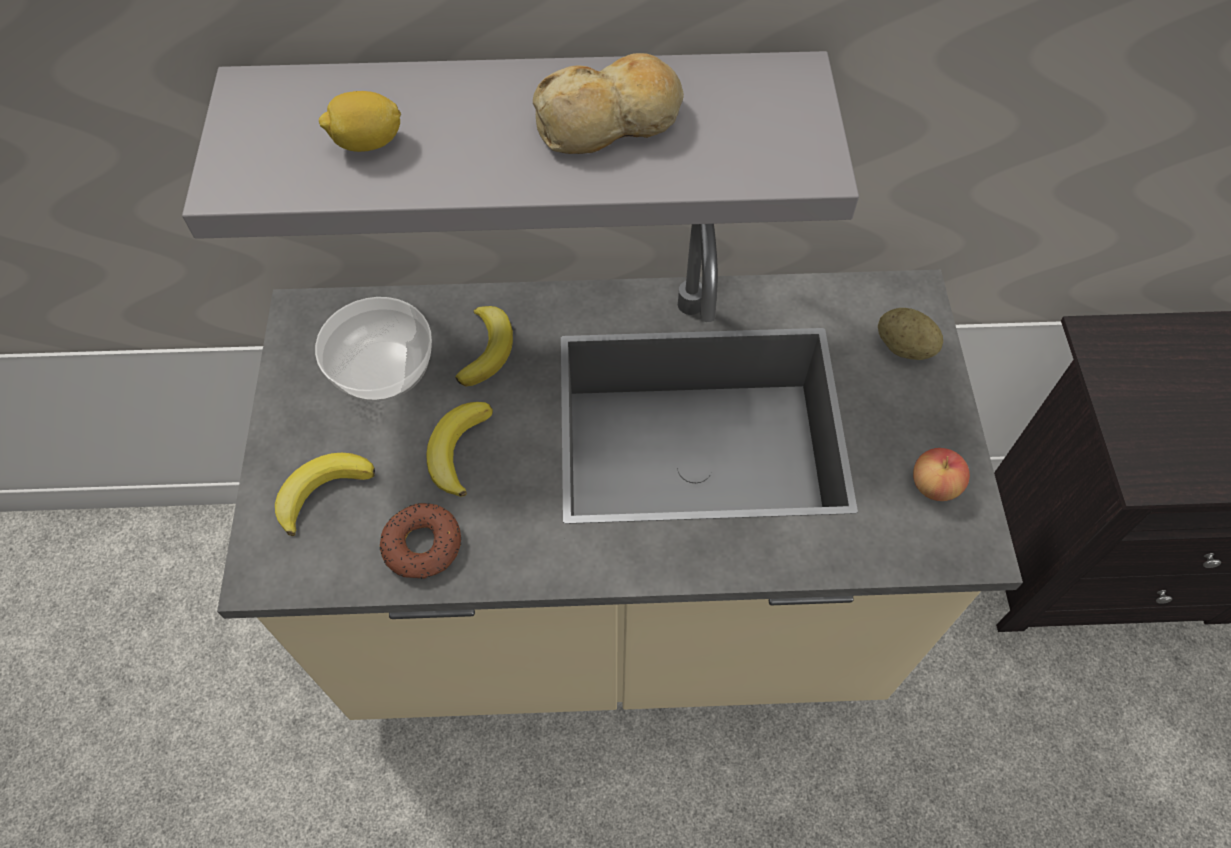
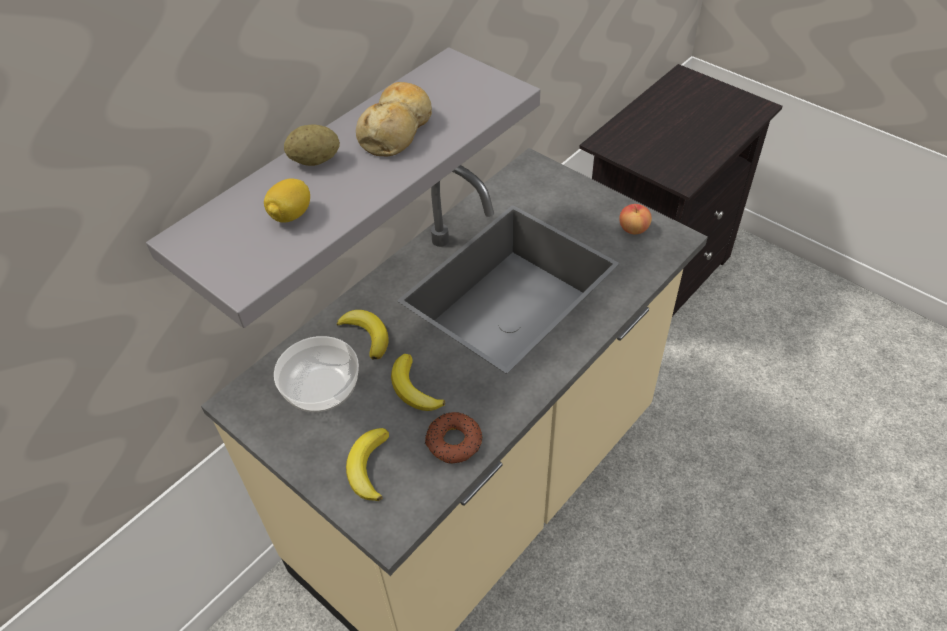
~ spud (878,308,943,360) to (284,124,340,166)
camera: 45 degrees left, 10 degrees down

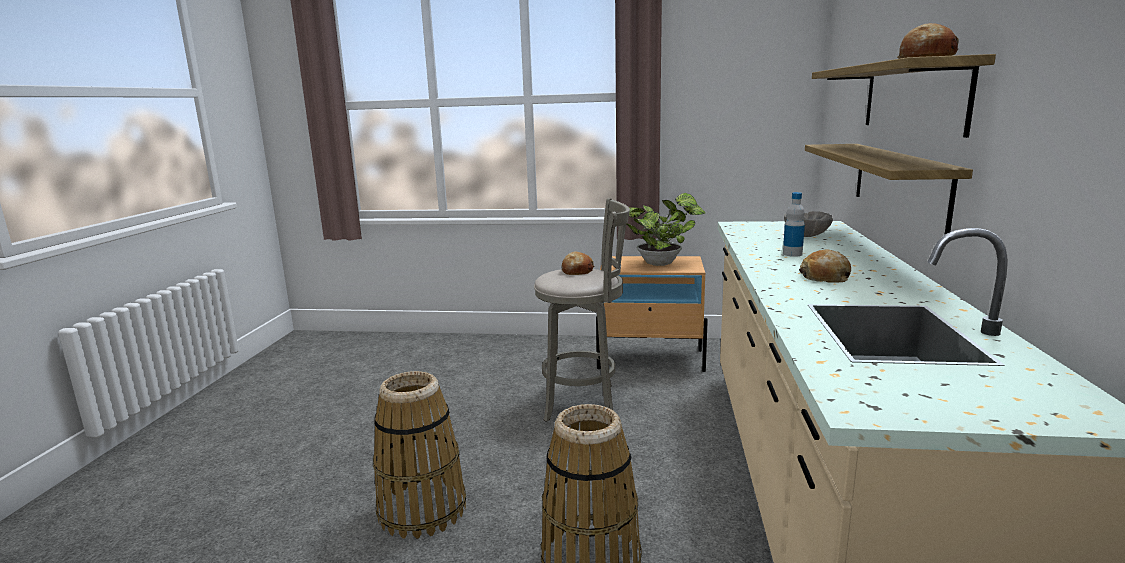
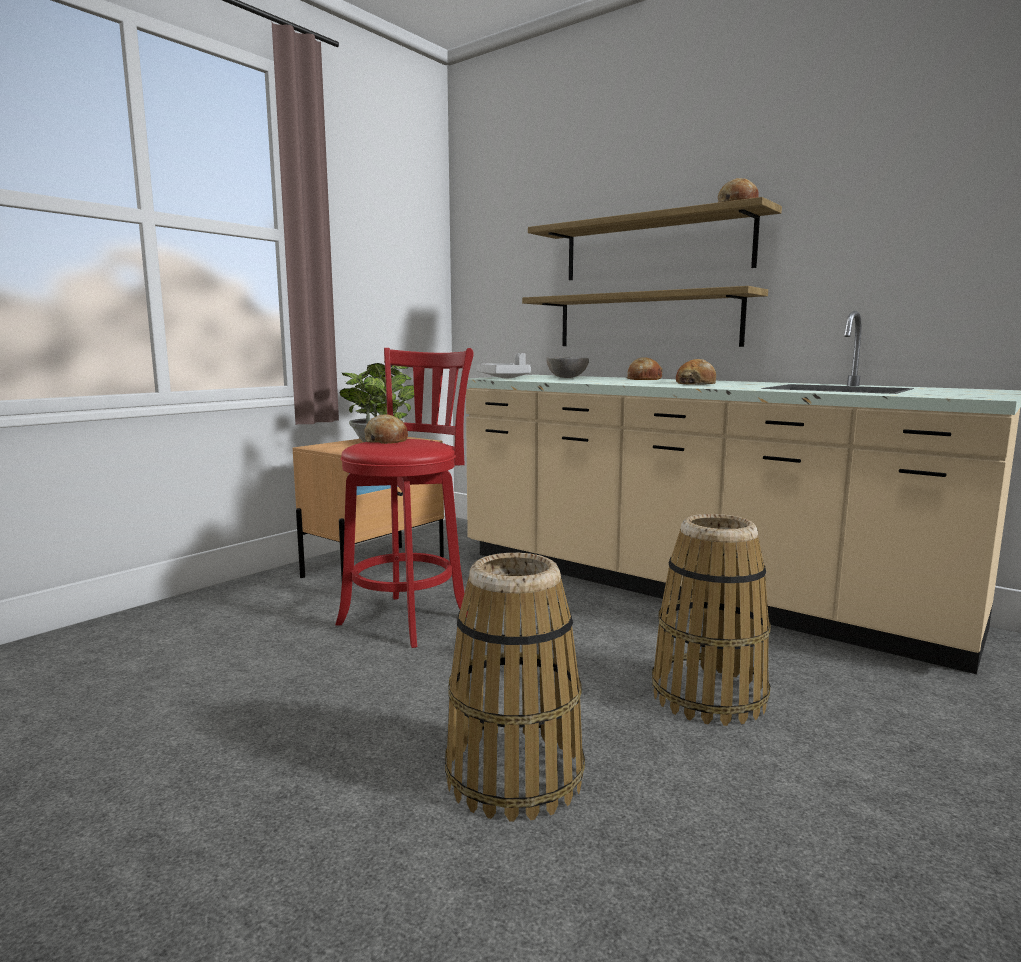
~ grey stool seat (534,198,630,422) to reddish stool seat (336,348,474,648)
+ grey tray (476,353,531,378)
+ baked bread (626,357,663,380)
- drink bottle (783,192,805,257)
camera: 60 degrees left, 5 degrees down

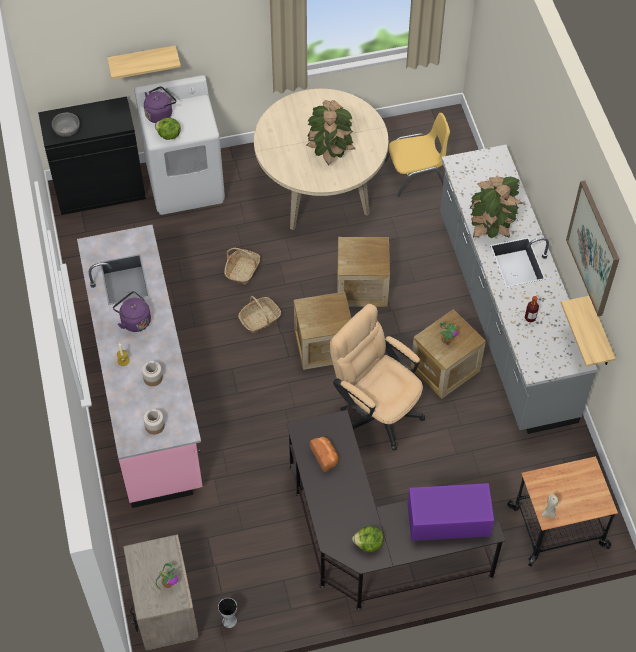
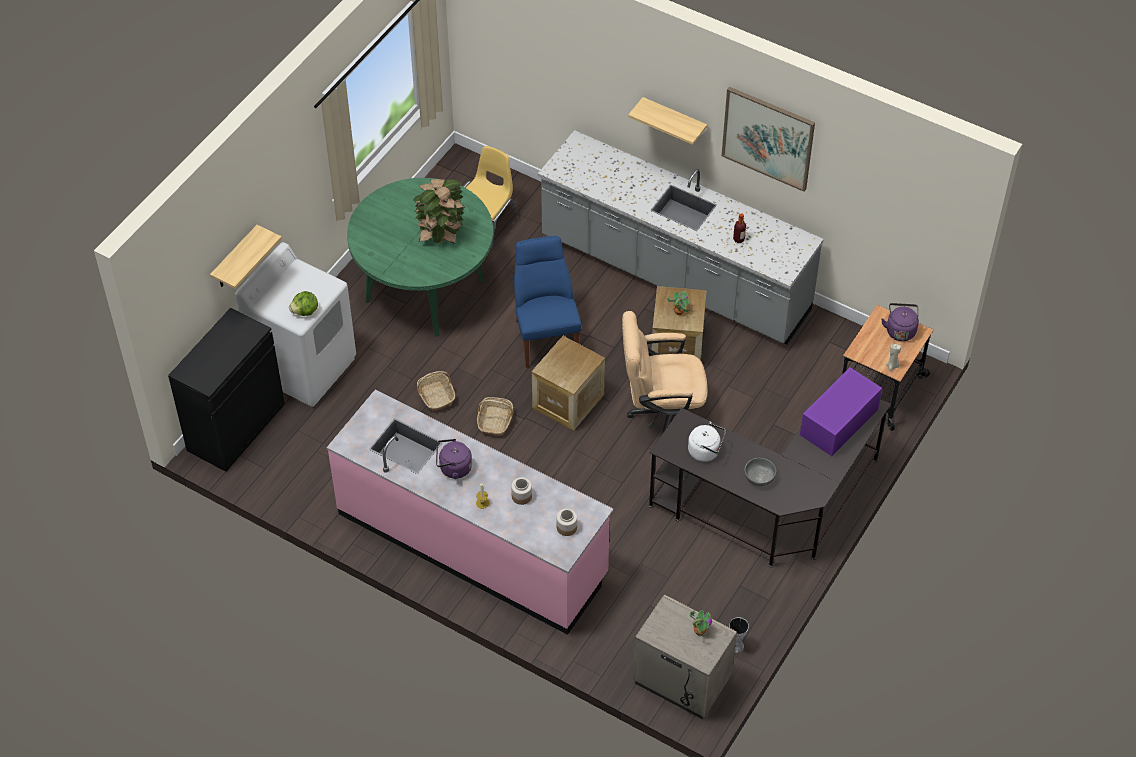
~ sand-coloured dinner table (254,89,388,231) to green-coloured dinner table (347,178,493,337)
~ packing crate (338,237,390,307) to blue upright chair (514,236,581,368)
~ shelf (561,296,616,367) to (628,97,707,145)
~ baked bread (310,437,339,472) to whitish water kettle (688,422,726,462)
~ grey bowl (52,112,80,137) to (744,458,777,487)
~ purple water kettle (144,86,176,123) to (881,303,919,341)
- head of lettuce (352,526,384,552)
- plant in a pot (469,177,522,238)
camera: 45 degrees left, 5 degrees down

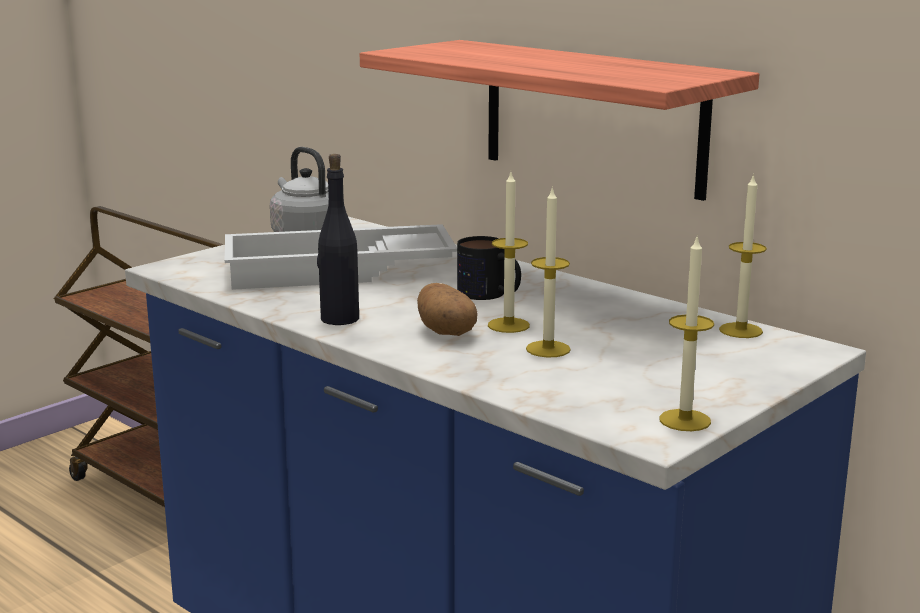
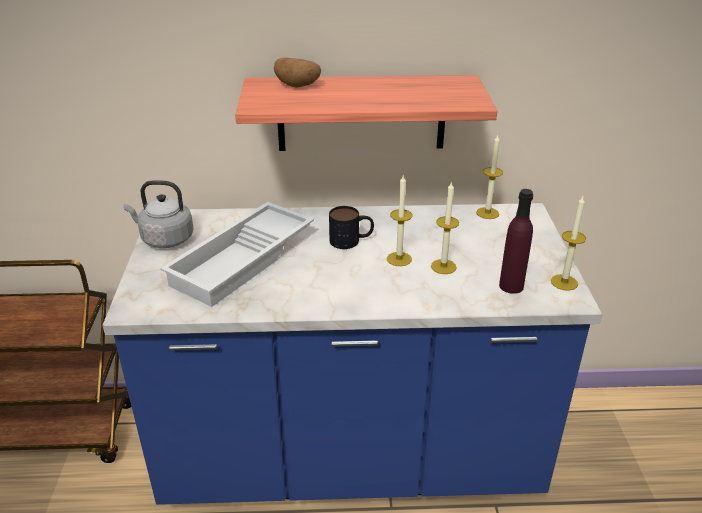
~ spud (417,283,478,336) to (274,57,321,88)
+ purple drink bottle (499,189,533,294)
- blackish drink bottle (317,154,359,325)
camera: 45 degrees left, 15 degrees up

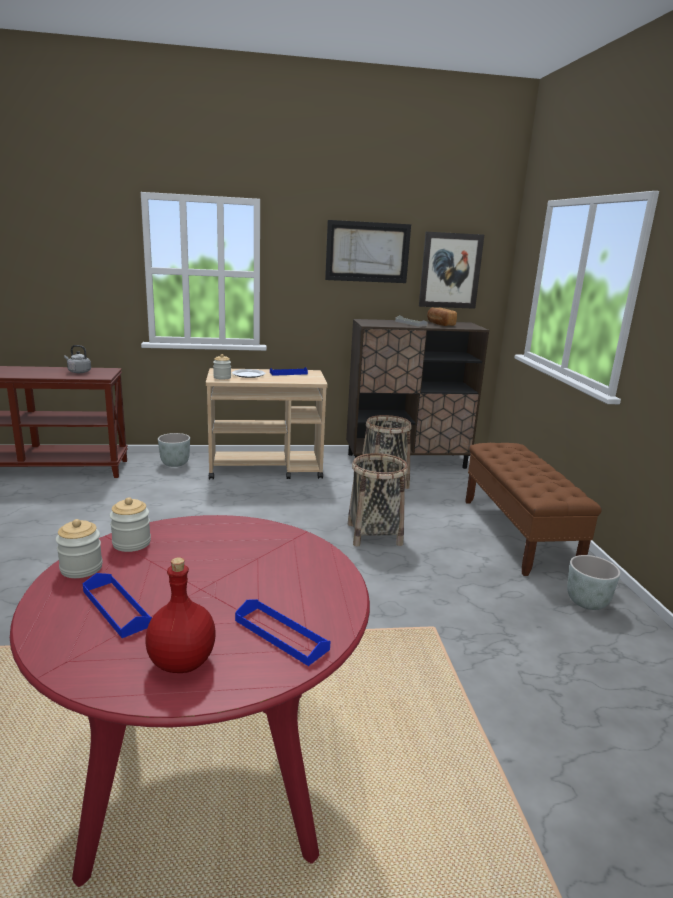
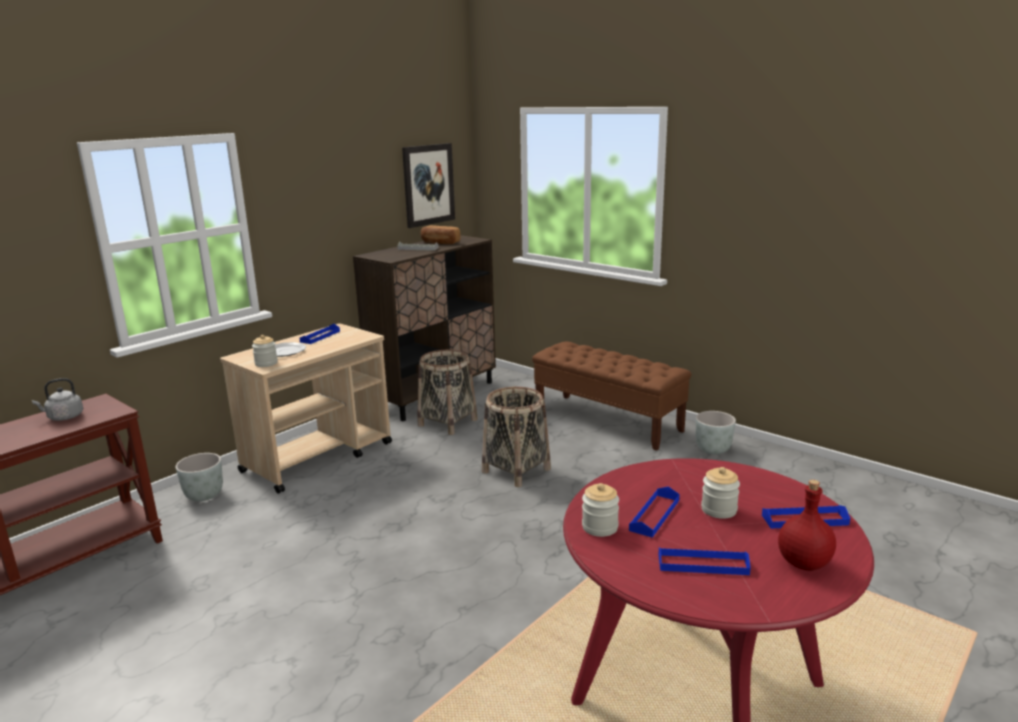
+ blue tray (629,487,680,538)
~ storage jar (56,519,103,578) to (701,467,740,519)
- wall art (325,220,411,283)
camera: 40 degrees left, 0 degrees up

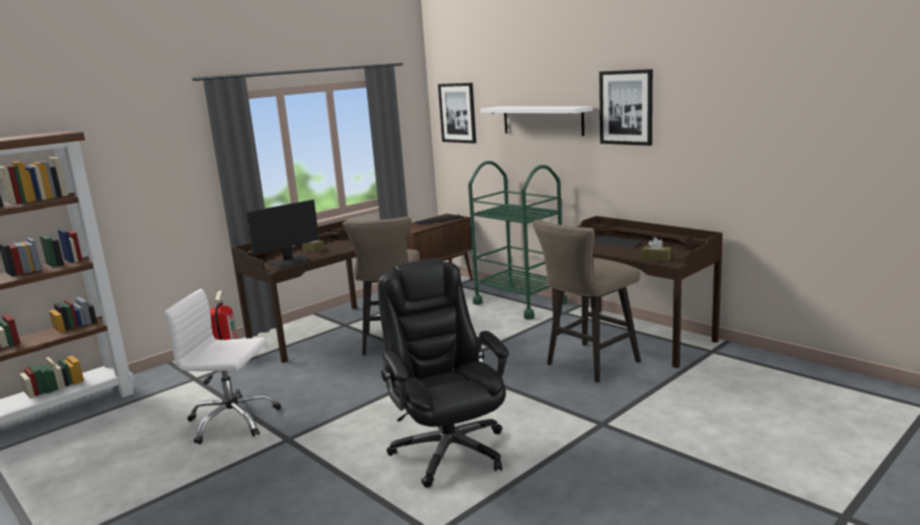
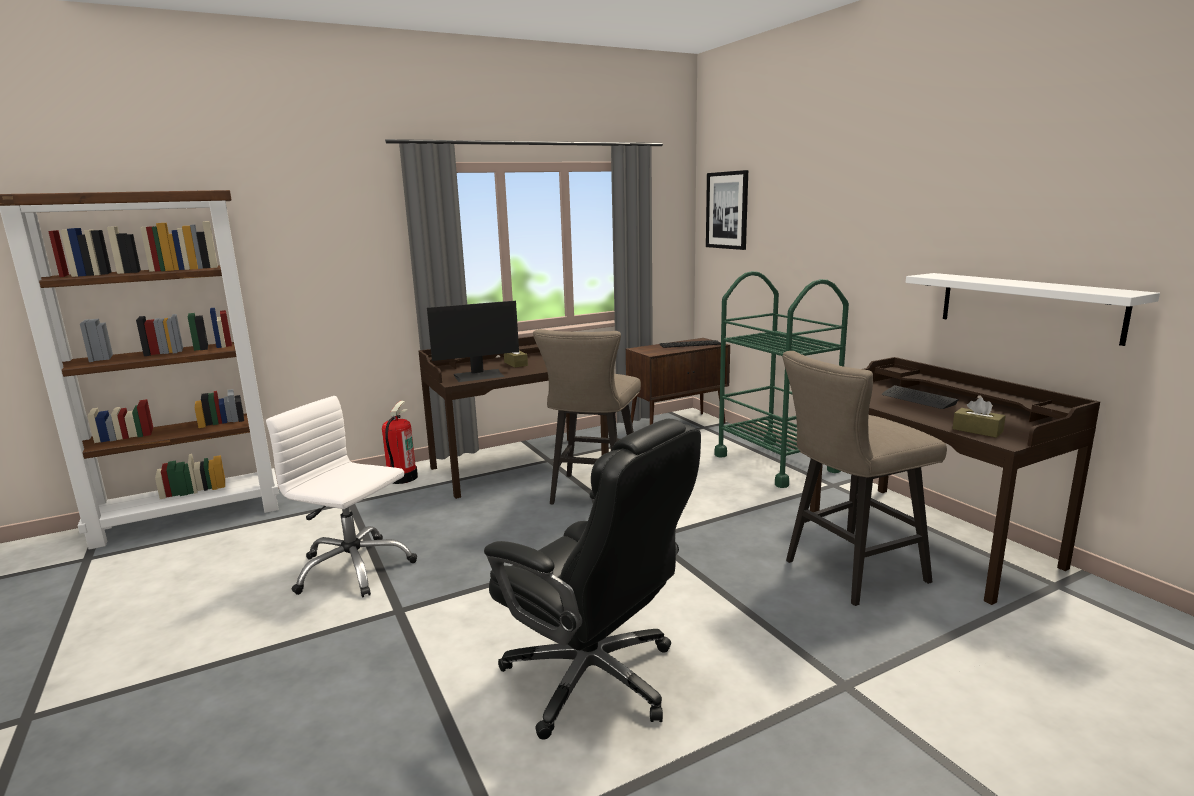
~ blackish office chair (378,258,509,488) = (484,419,701,740) 135 degrees clockwise
~ whitish shelf (480,106,593,136) to (906,273,1160,346)
- wall art (599,69,653,146)
camera: 15 degrees right, 0 degrees up

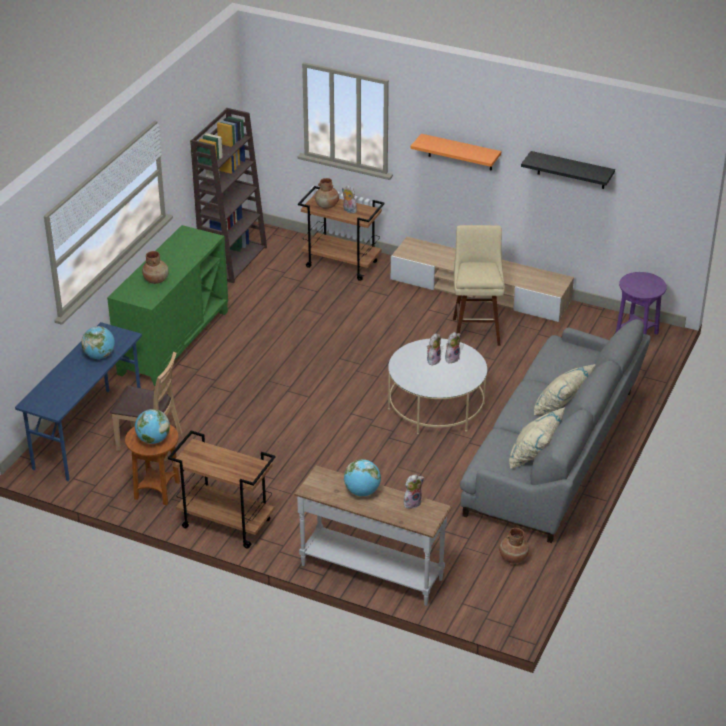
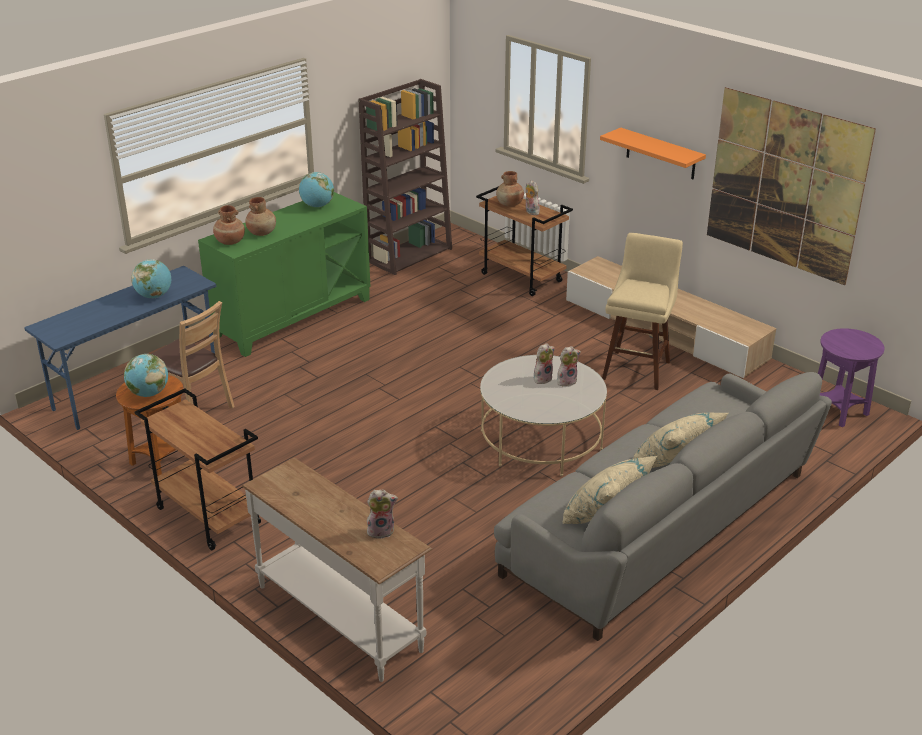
~ brownish decorative vase (499,528,529,564) to (213,205,245,245)
~ desk globe (344,459,381,496) to (299,172,334,207)
~ blackish shelf (521,151,615,189) to wall art (707,87,876,285)
camera: 20 degrees right, 5 degrees down

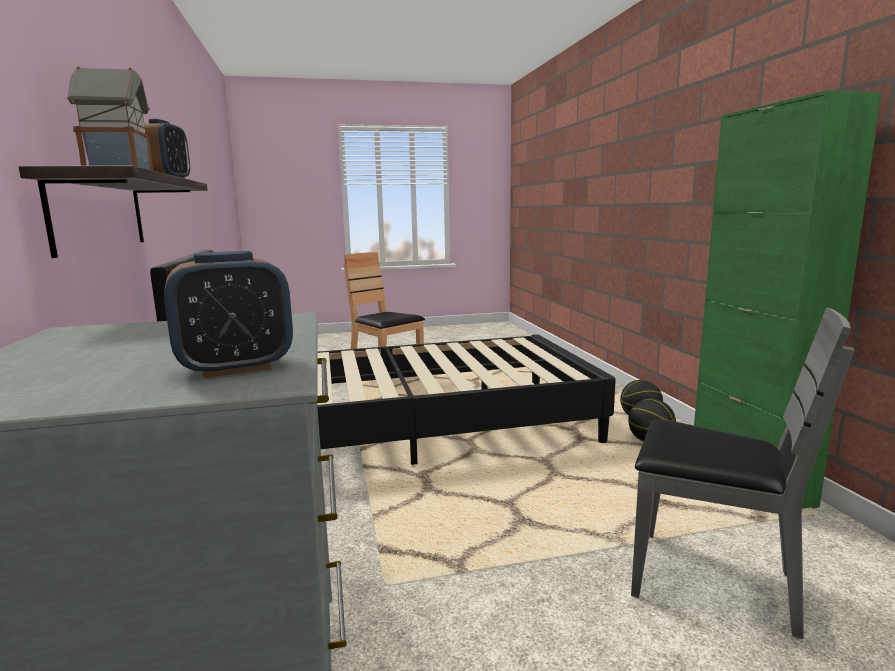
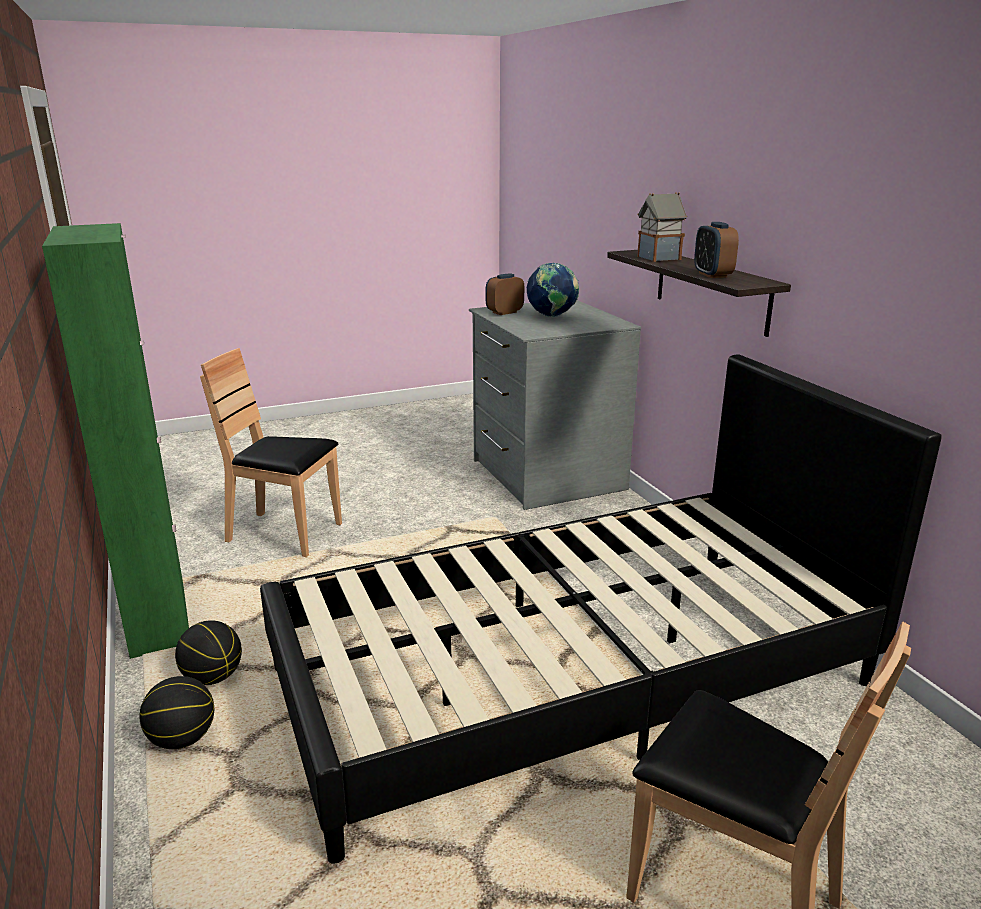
~ grey upright chair (631,307,854,639) to brownish upright chair (200,348,342,557)
+ desk globe (527,263,579,317)
camera: 170 degrees right, 10 degrees up

